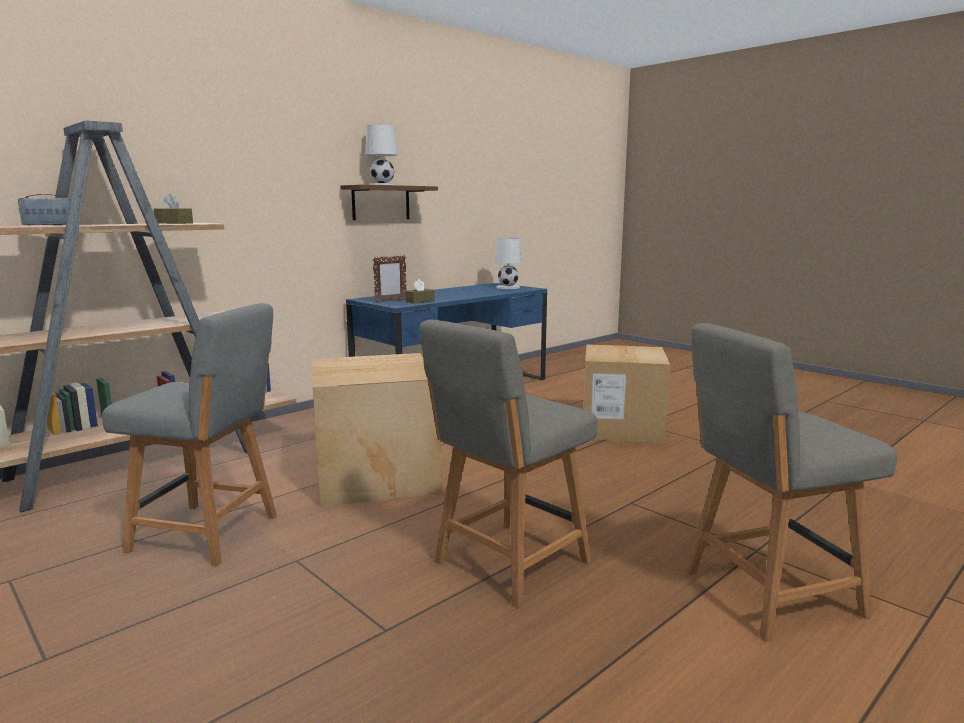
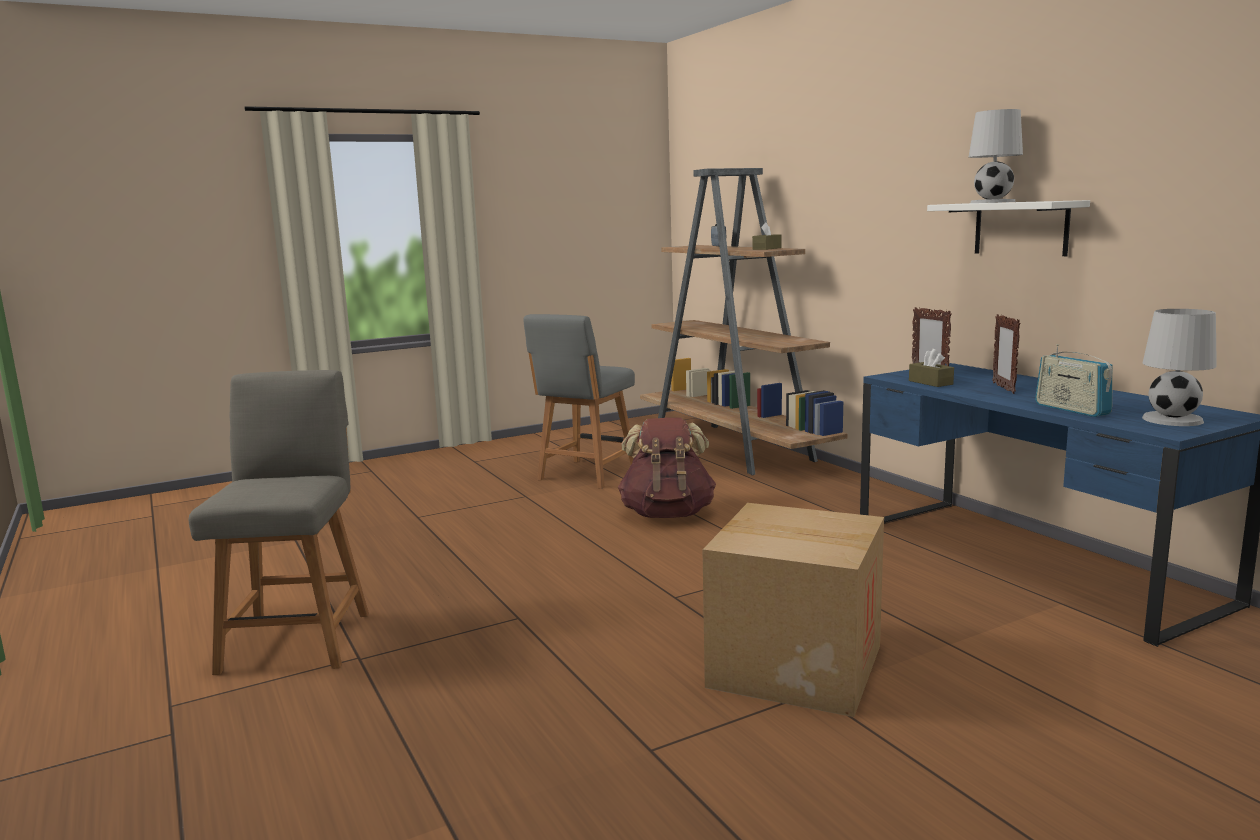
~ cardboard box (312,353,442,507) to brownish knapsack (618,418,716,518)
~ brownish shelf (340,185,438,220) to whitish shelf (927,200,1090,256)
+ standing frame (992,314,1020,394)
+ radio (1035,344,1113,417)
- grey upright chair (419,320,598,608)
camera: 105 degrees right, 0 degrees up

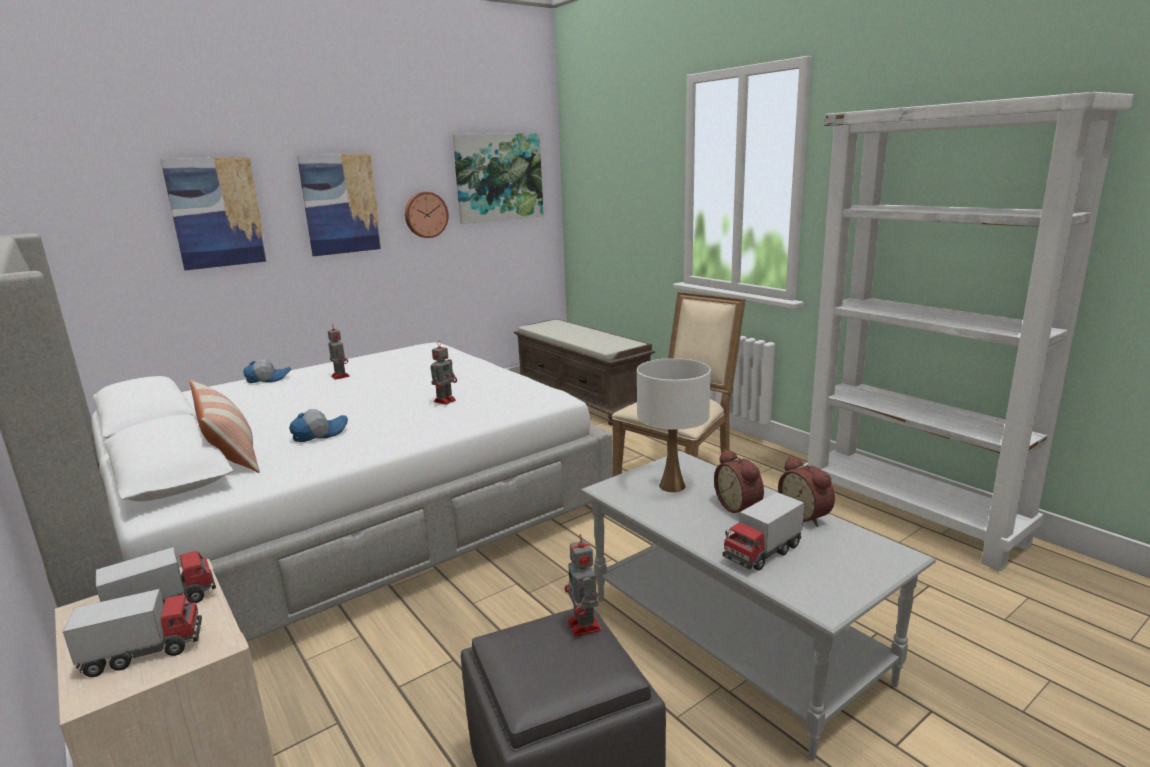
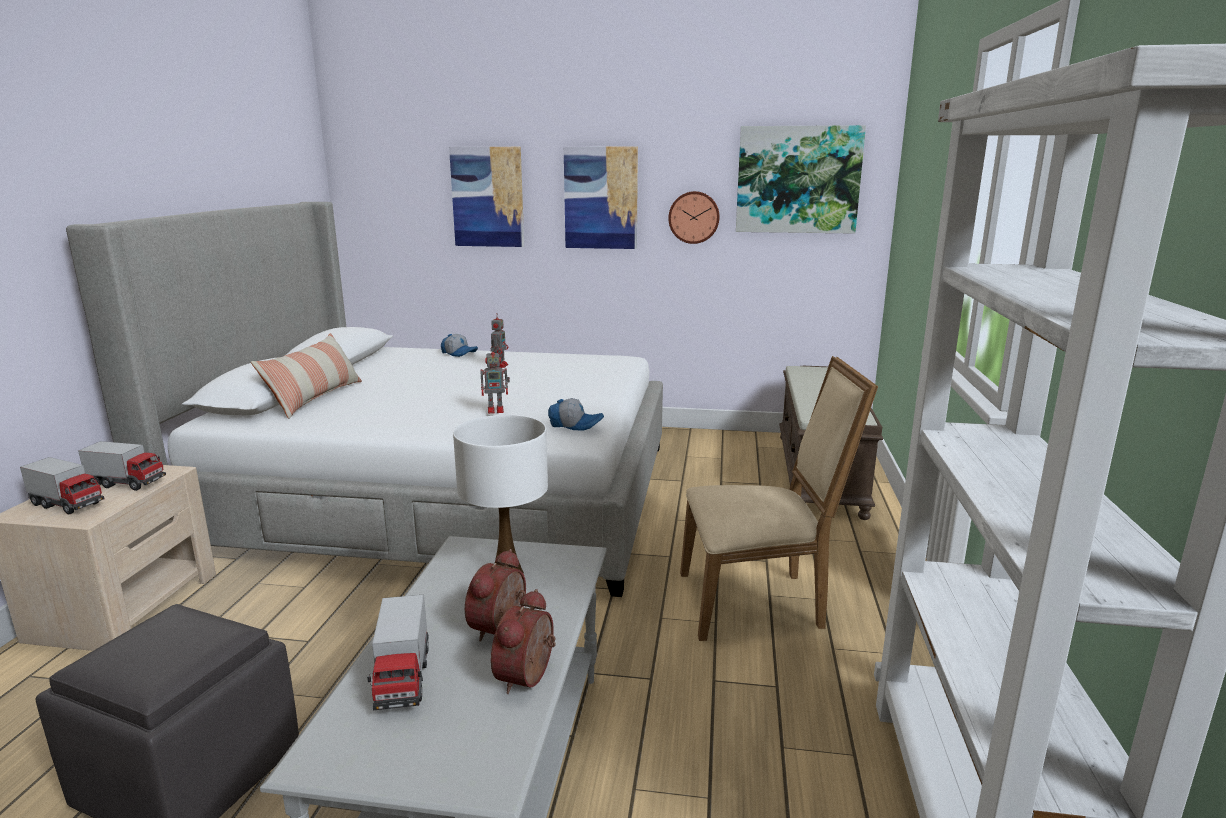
~ toy truck (722,492,804,571) = (367,595,429,711) 105 degrees counterclockwise
~ baseball cap (289,409,348,442) to (548,398,604,430)
- model robot (565,534,601,637)
camera: 45 degrees right, 0 degrees up

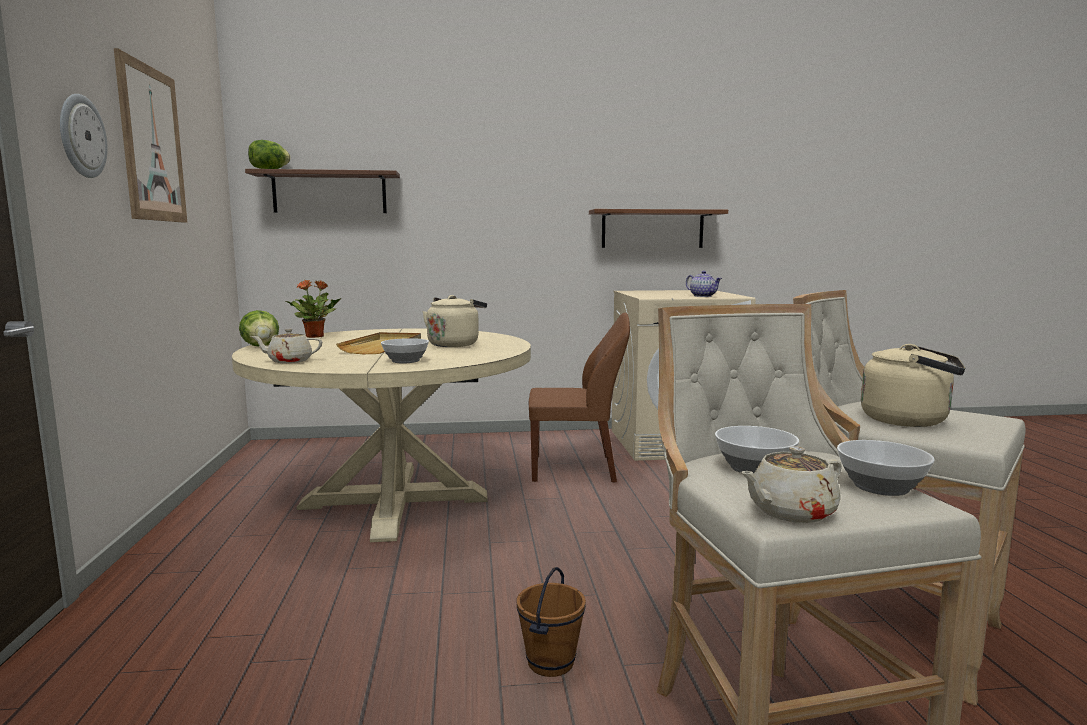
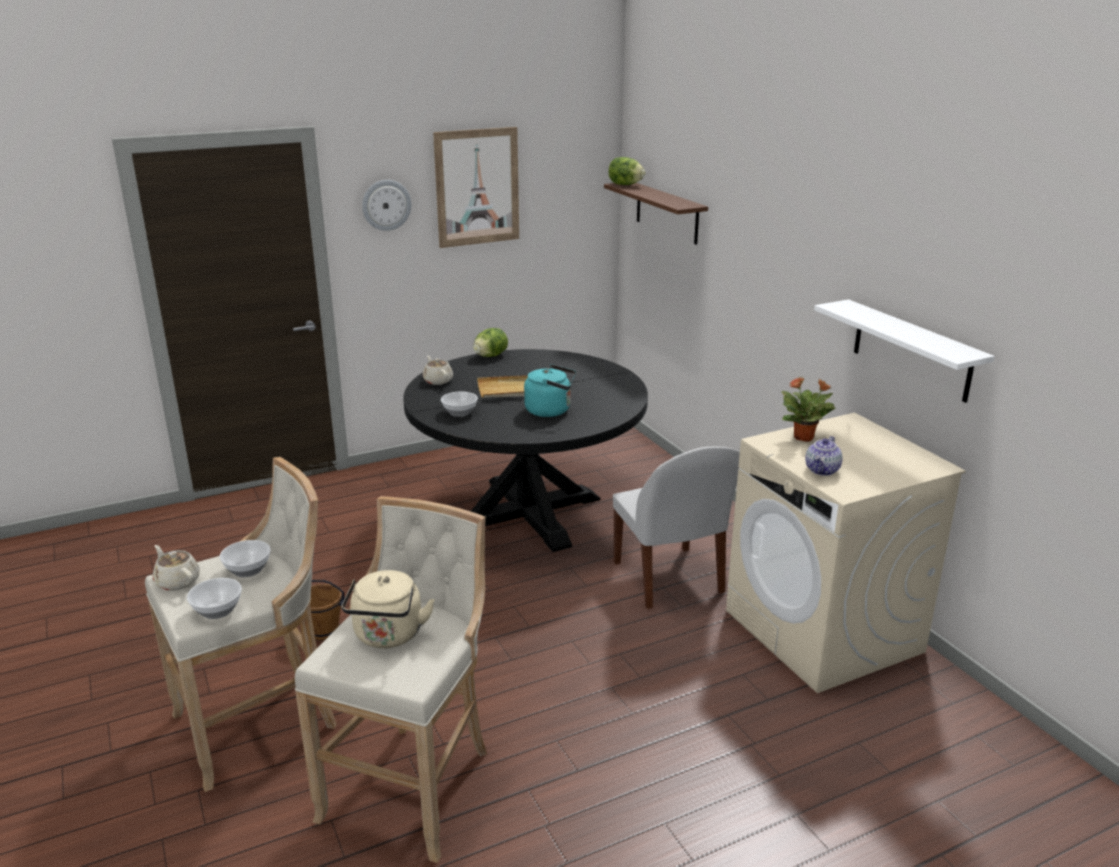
~ sand-coloured dinner table (232,328,531,542) to blackish dinner table (403,349,648,552)
~ sand-coloured water kettle (422,295,487,347) to turquoise water kettle (524,364,576,417)
~ brownish upright chair (529,313,630,482) to whitish upright chair (613,447,740,609)
~ plant in a pot (286,280,341,338) to (781,377,836,442)
~ brownish shelf (589,209,728,248) to whitish shelf (814,299,995,403)
camera: 70 degrees right, 15 degrees up

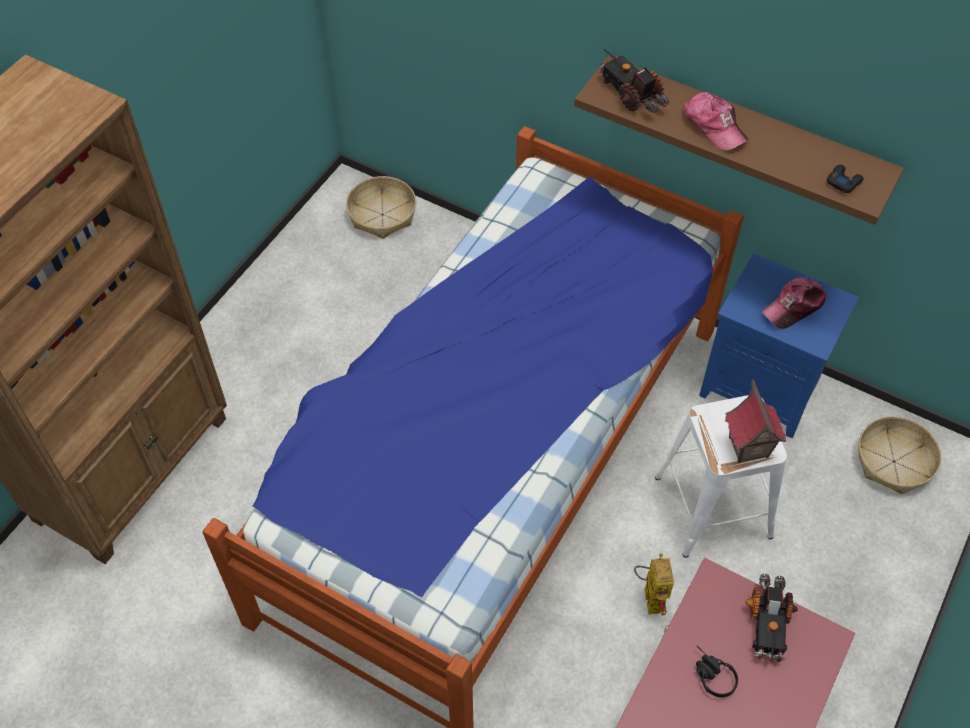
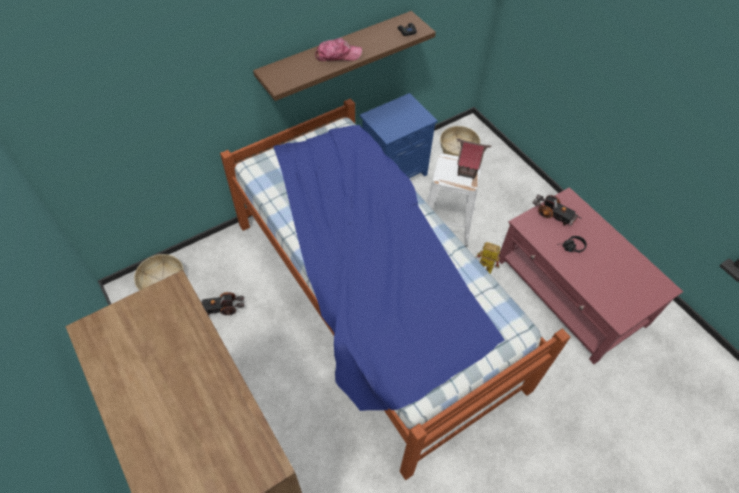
~ toy truck (599,49,669,113) to (201,292,244,315)
- baseball cap (762,277,827,329)
camera: 65 degrees left, 0 degrees up

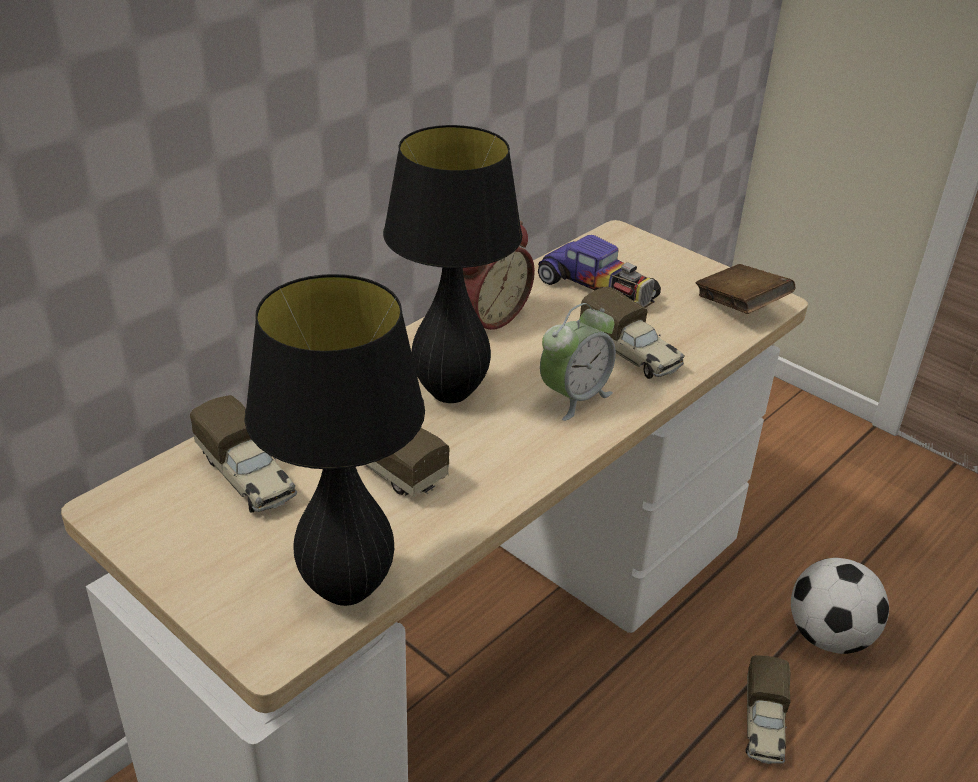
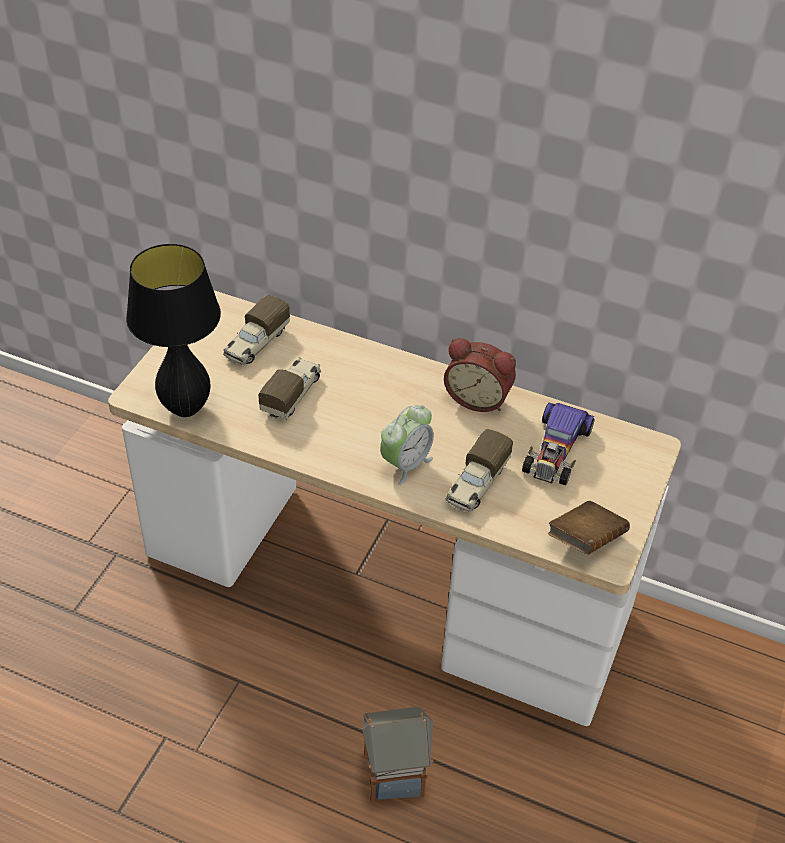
~ toy truck (745,655,791,764) to toy house (362,707,434,802)
~ bedside clock (540,303,616,421) = (380,405,434,485) 75 degrees counterclockwise
- blackish table lamp (383,125,522,403)
- football ball (791,558,889,654)
camera: 70 degrees right, 10 degrees up

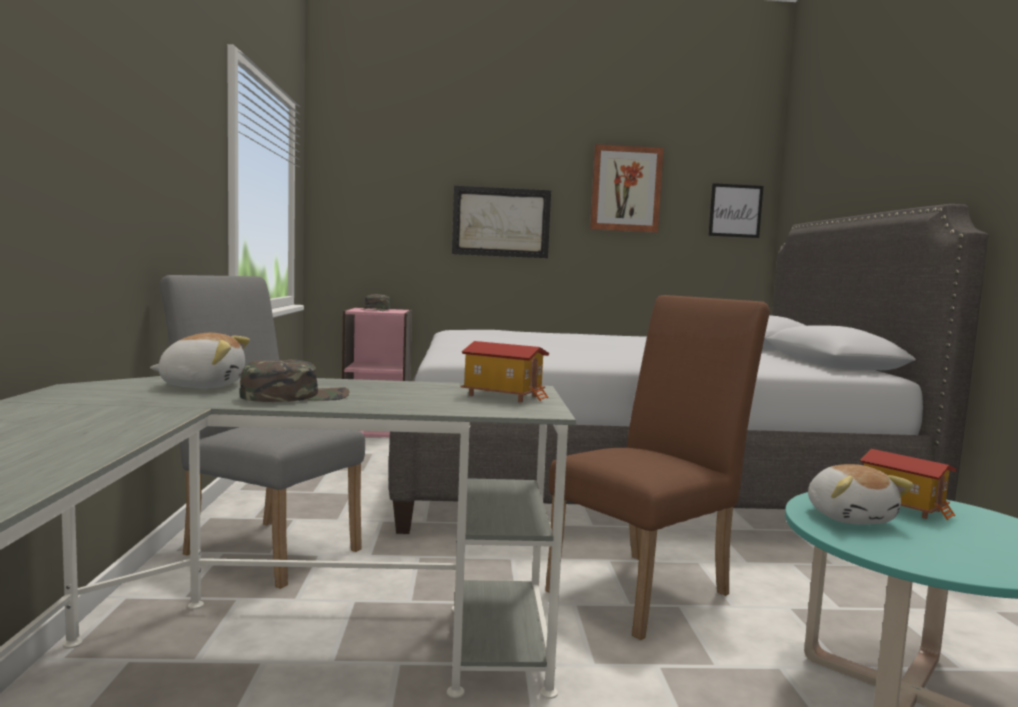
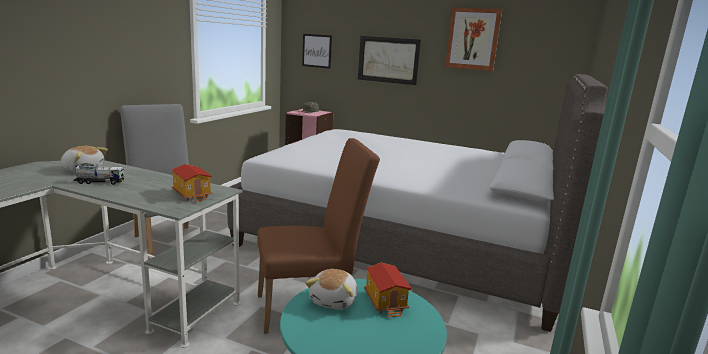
~ green-coloured baseball cap (240,359,350,402) to toy truck (74,164,124,185)
~ wall art (708,183,763,238) to (302,34,332,69)
camera: 25 degrees right, 10 degrees up

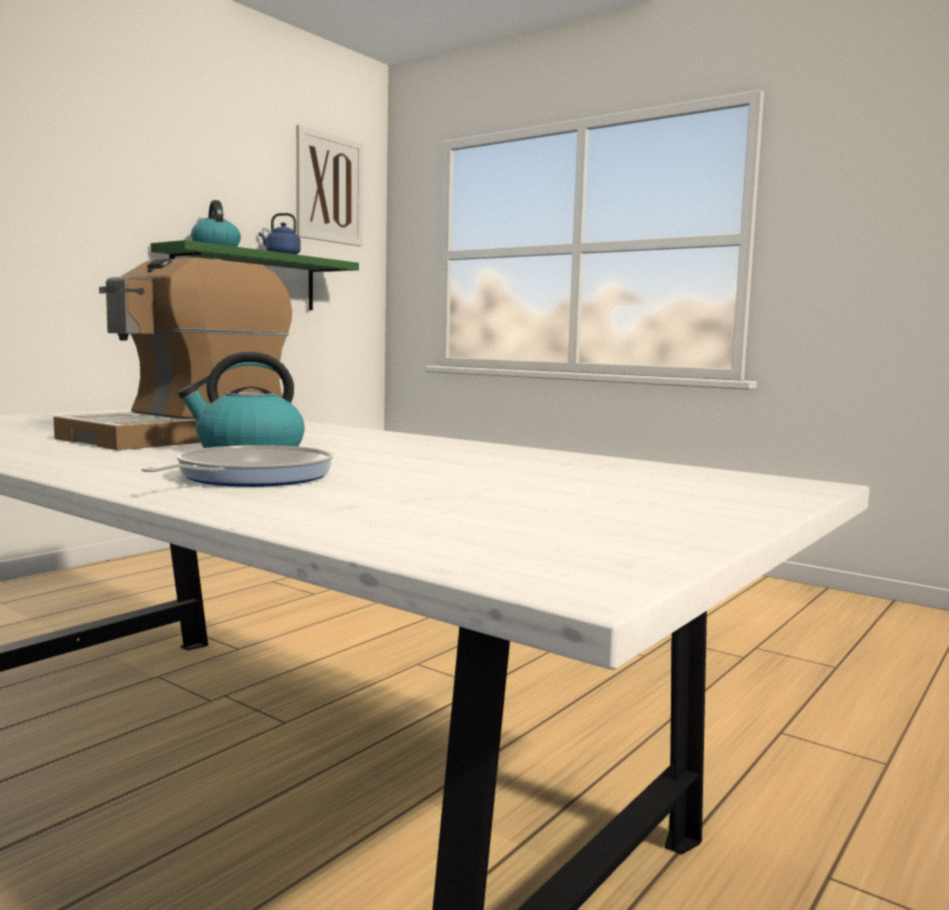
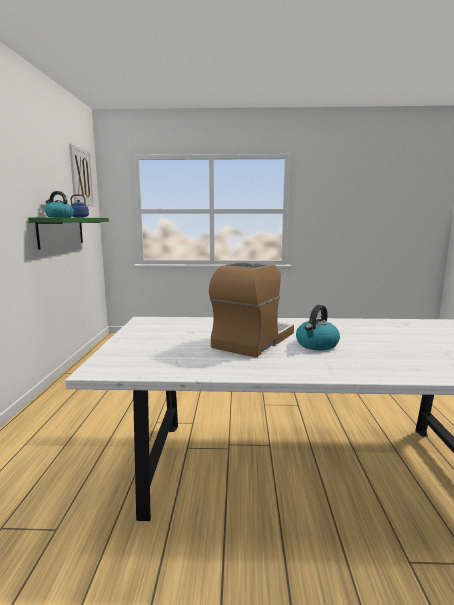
~ coffee maker (54,258,292,450) = (209,262,294,358) 150 degrees counterclockwise
- skillet (141,445,333,487)
camera: 35 degrees left, 5 degrees up

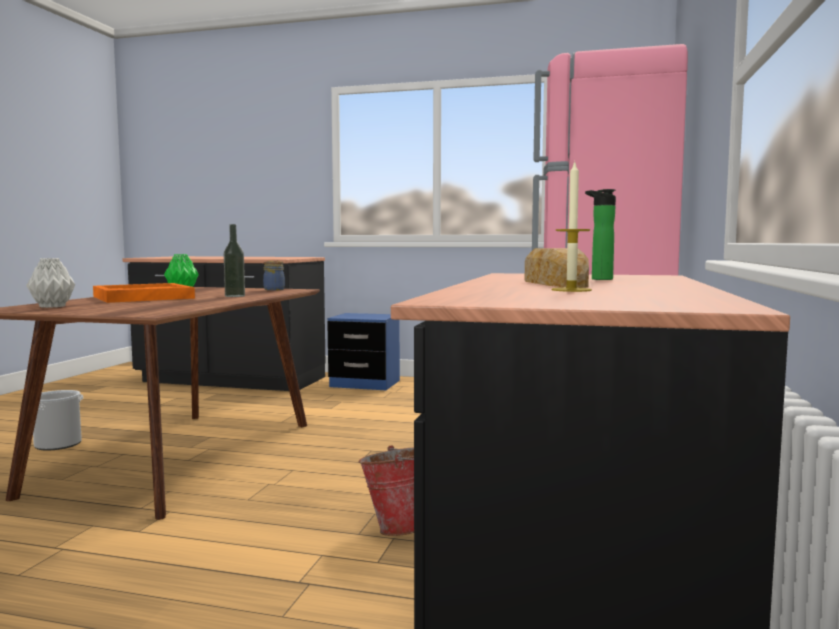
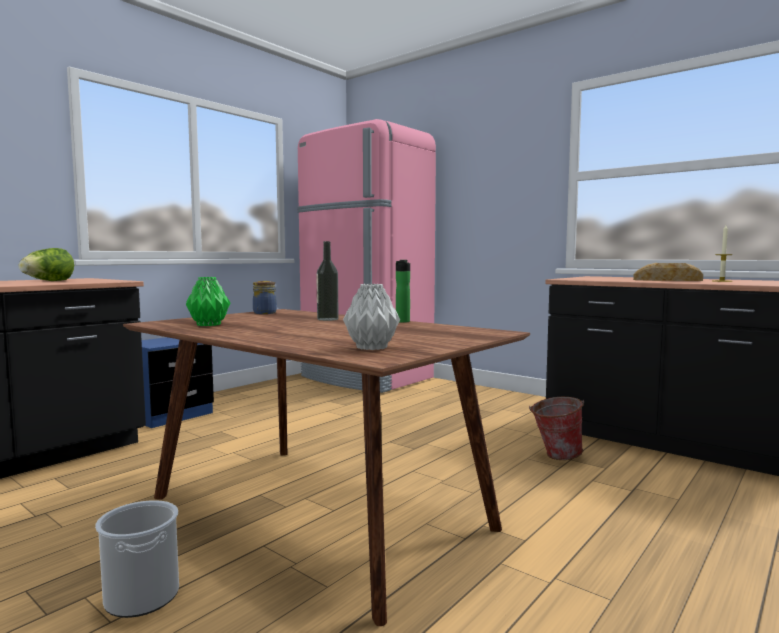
+ head of lettuce (19,248,74,281)
~ drink bottle (585,189,616,280) to (396,260,410,323)
- orange tray (93,283,195,303)
camera: 65 degrees left, 0 degrees up

